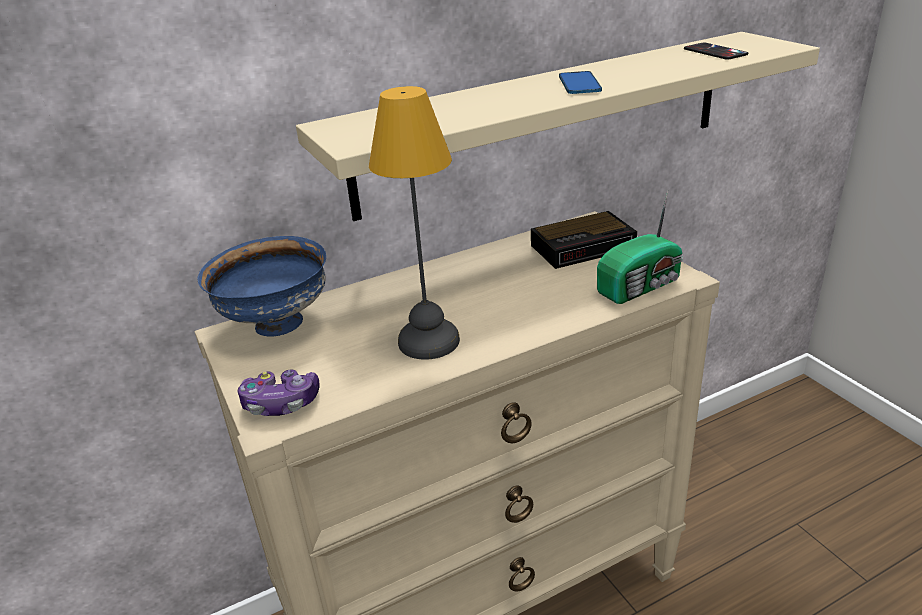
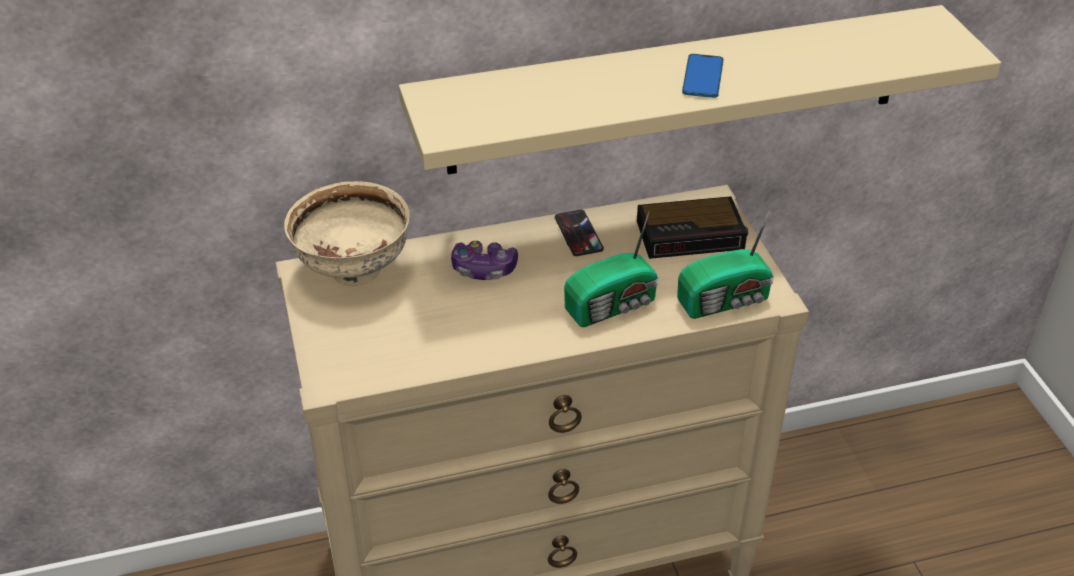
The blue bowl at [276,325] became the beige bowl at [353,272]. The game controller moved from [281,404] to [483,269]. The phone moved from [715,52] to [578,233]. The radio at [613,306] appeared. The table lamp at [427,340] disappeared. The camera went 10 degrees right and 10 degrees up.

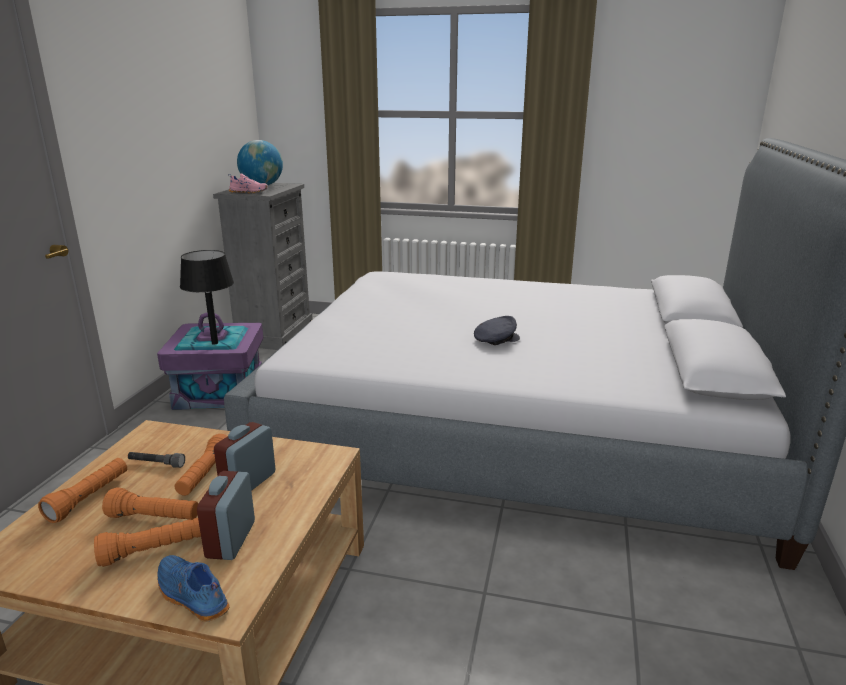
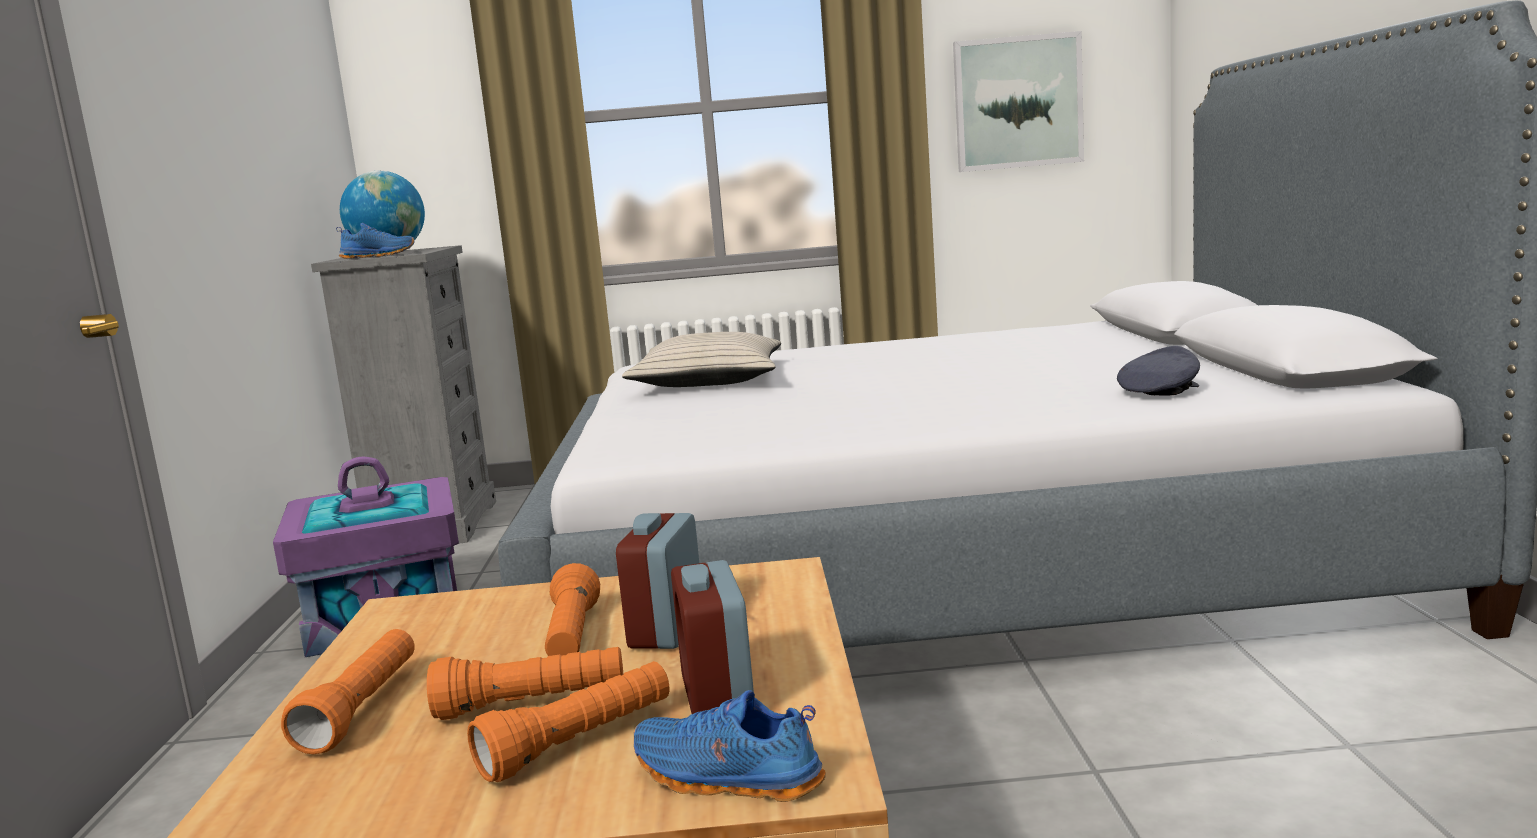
The pink shoe at [249,192] became the blue shoe at [378,256]. The beige pillow at [709,380] appeared. The picture at [1017,103] appeared. The grey cap moved from [495,339] to [1159,391]. The grey flashlight at [156,464] disappeared. The black table lamp at [214,343] disappeared. The camera went 15 degrees left and 10 degrees down.

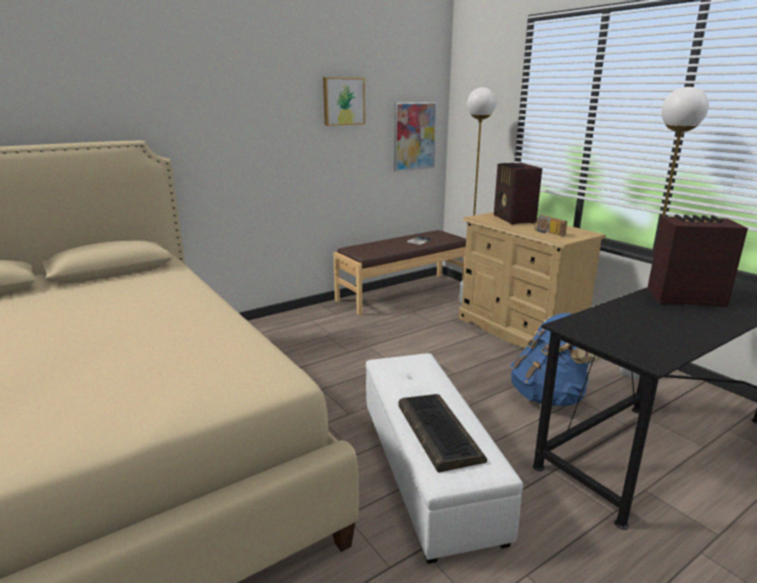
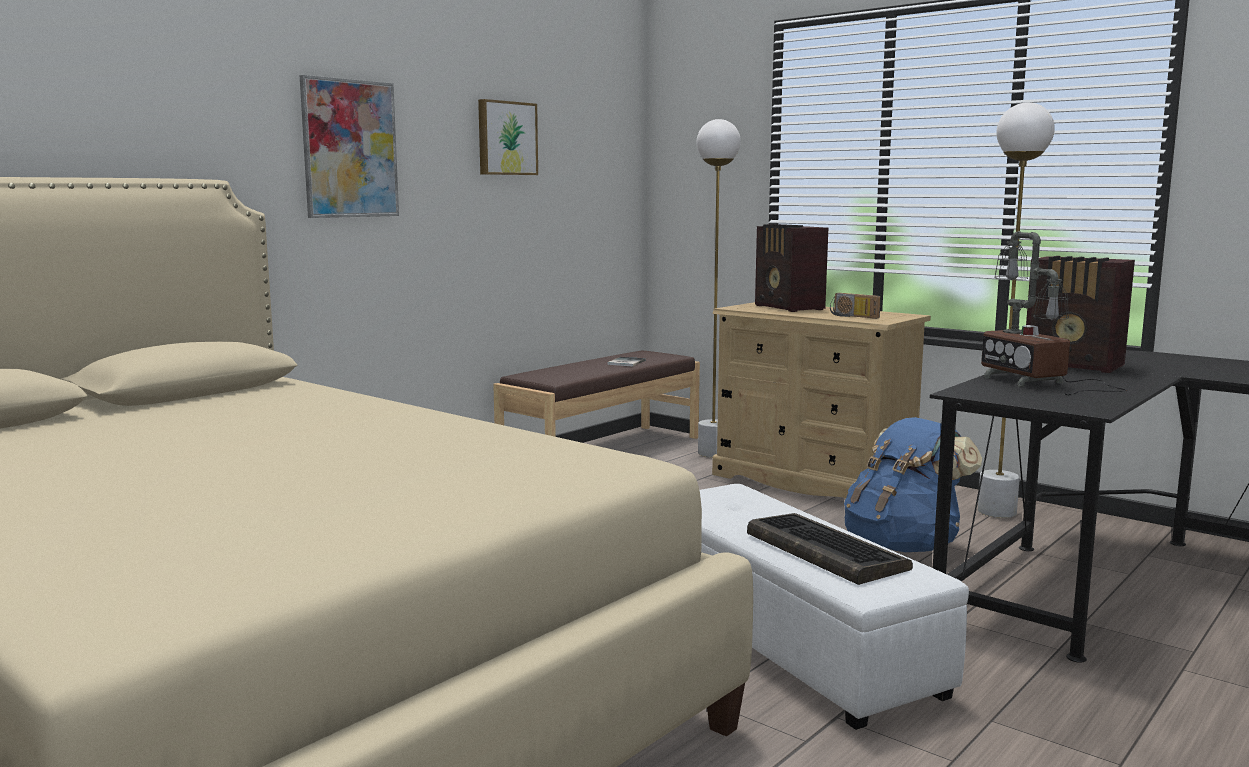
The picture moved from [414,136] to [350,149]. The table lamp at [1038,382] appeared. The radio at [683,297] turned 135 degrees counterclockwise. The camera went 15 degrees left and 10 degrees down.

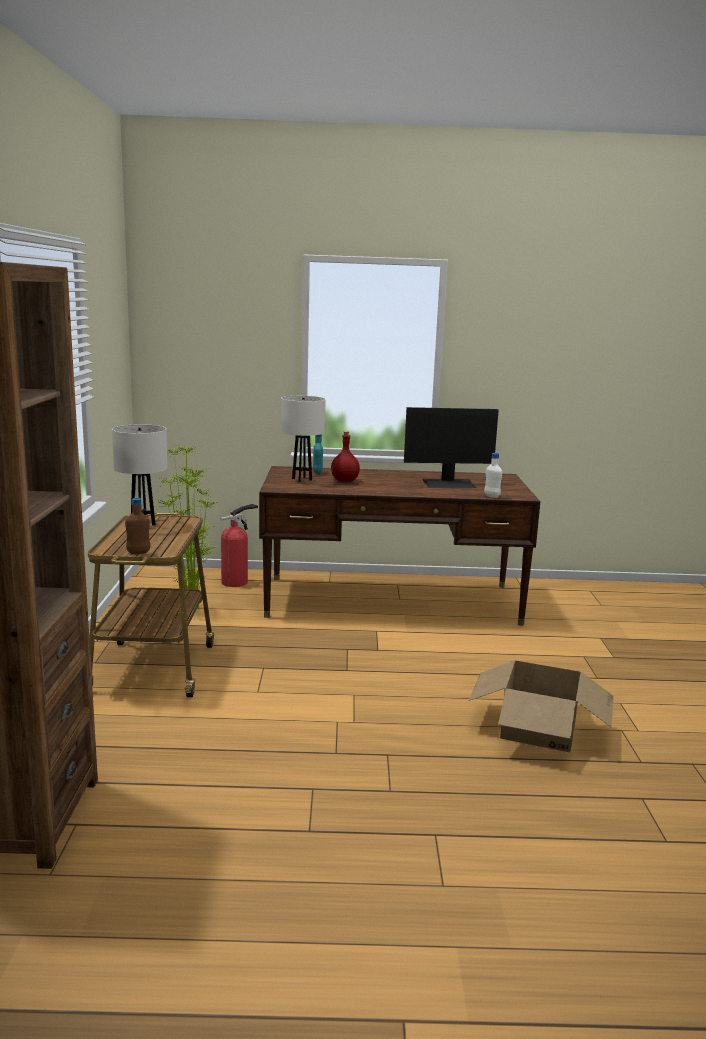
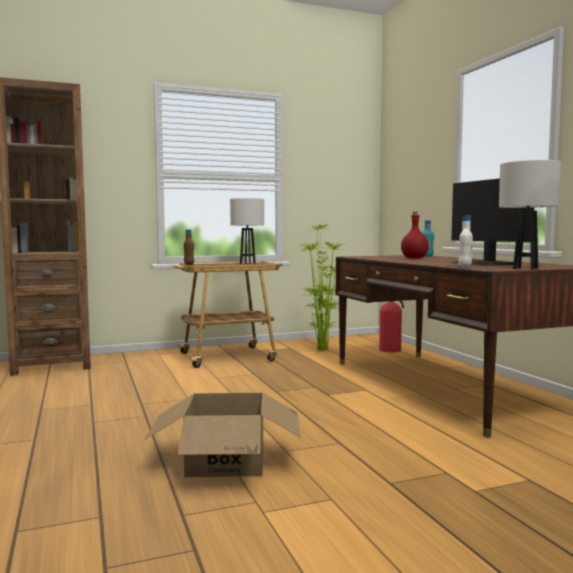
The white table lamp moved from [302,479] to [525,268]. The camera went 70 degrees right and 10 degrees down.

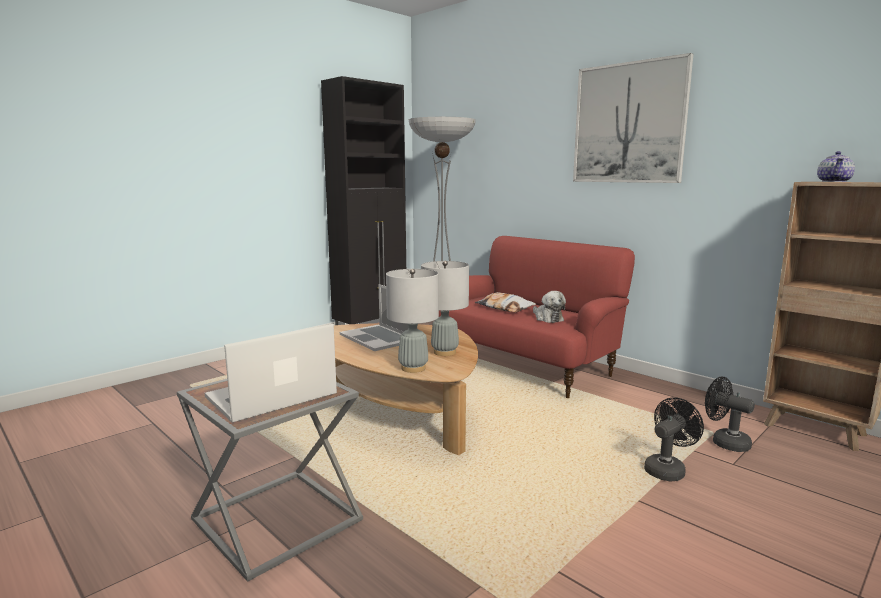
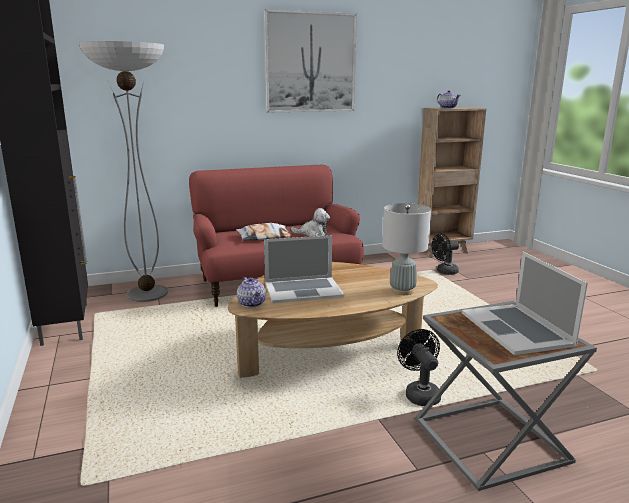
The teapot at [252,303] appeared. The black fan moved from [667,469] to [419,393]. The grey table lamp at [444,352] disappeared. The camera went 65 degrees left and 5 degrees up.

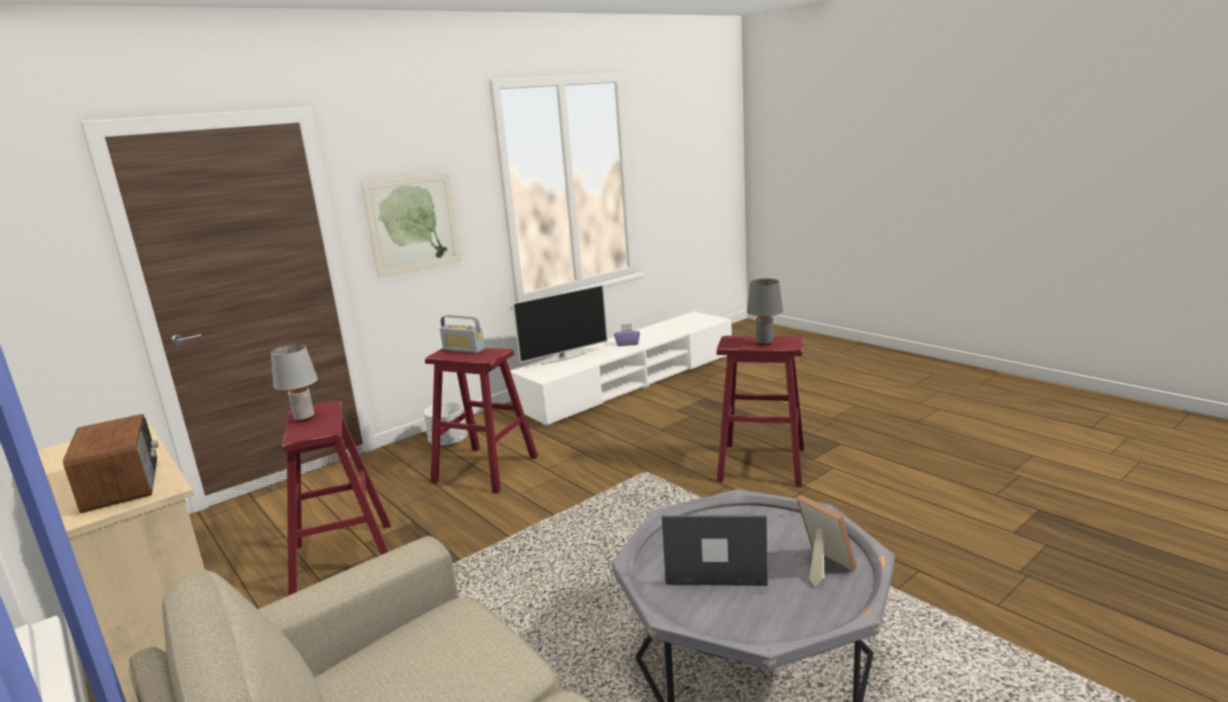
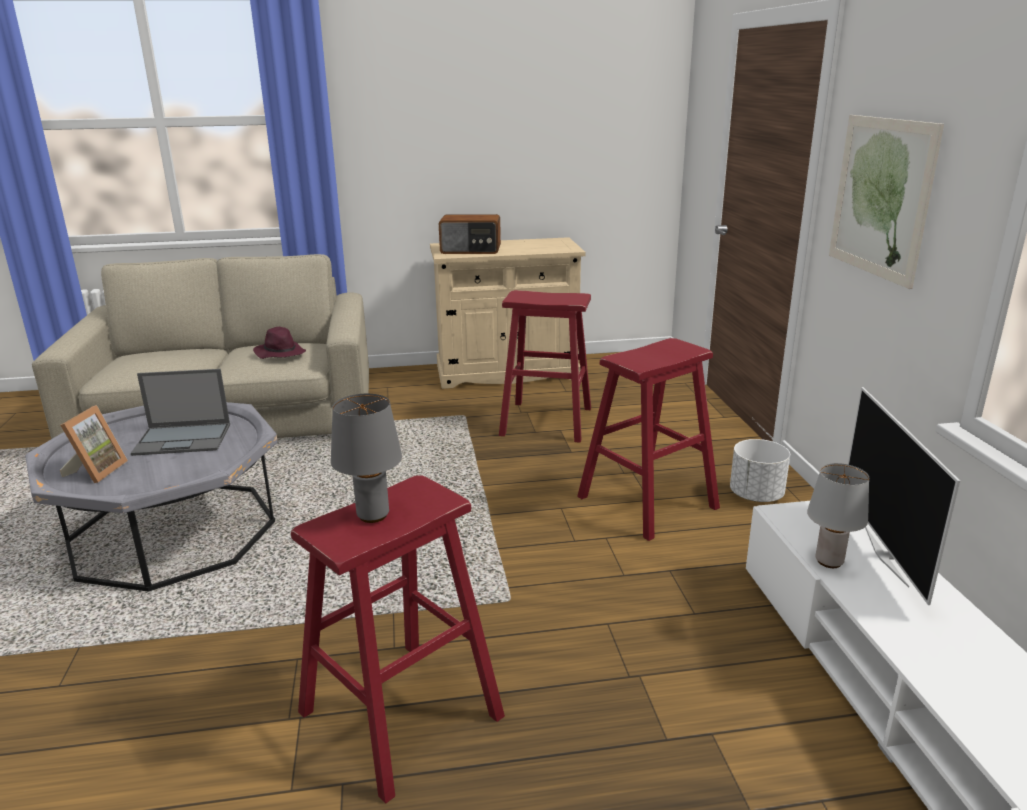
The picture frame at [821,566] turned 75 degrees counterclockwise. The laptop at [714,563] turned 45 degrees clockwise. The purple hat at [280,353] appeared. The grey table lamp moved from [304,418] to [828,561]. The radio at [464,349] disappeared. The purple tissue box at [627,343] disappeared. The camera went 120 degrees right and 5 degrees up.

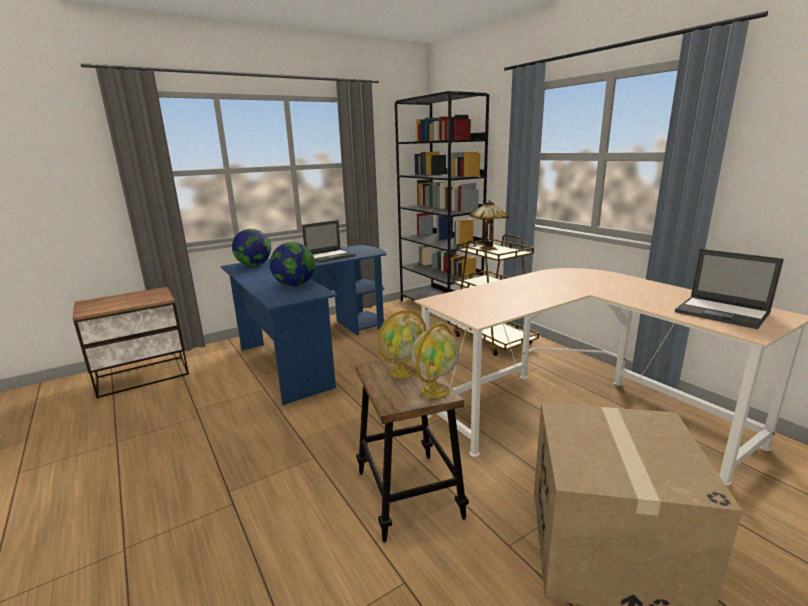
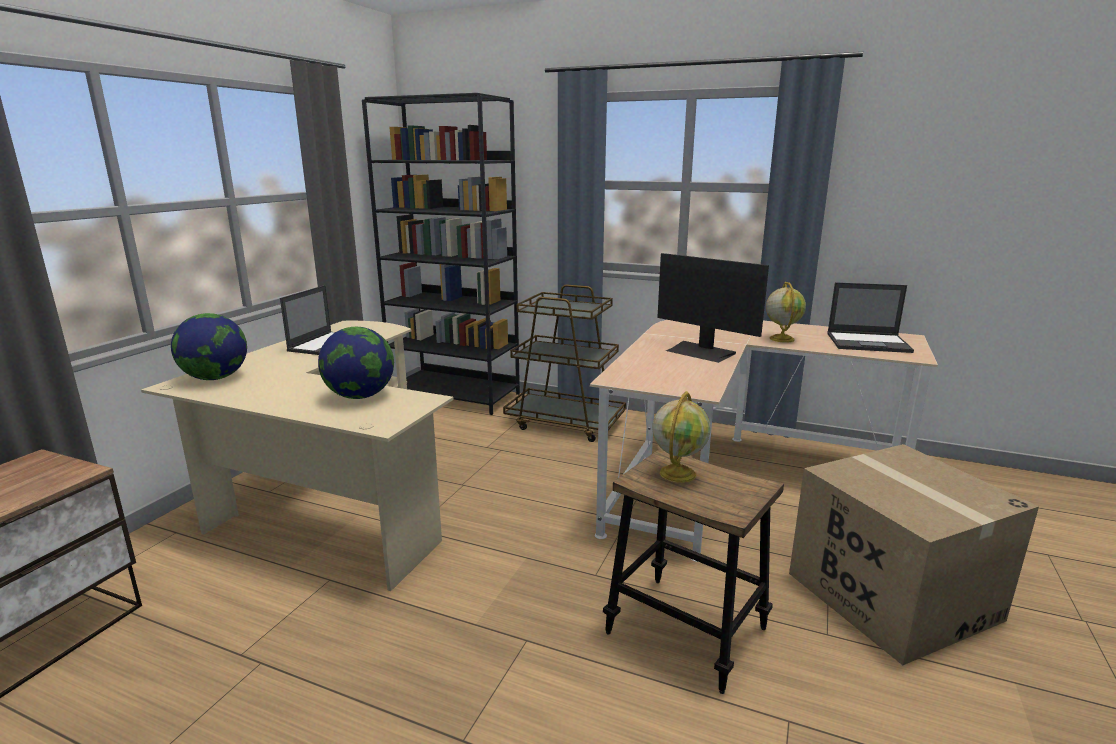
The blue desk at [310,348] became the beige desk at [329,497]. The monitor at [701,352] appeared. The globe moved from [435,390] to [781,339]. The table lamp at [487,249] disappeared. The camera went 35 degrees left and 0 degrees up.

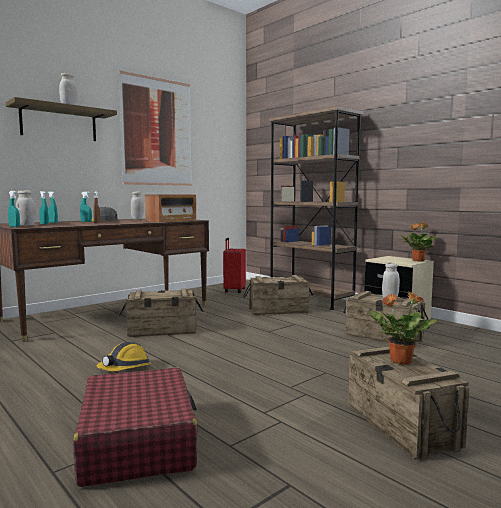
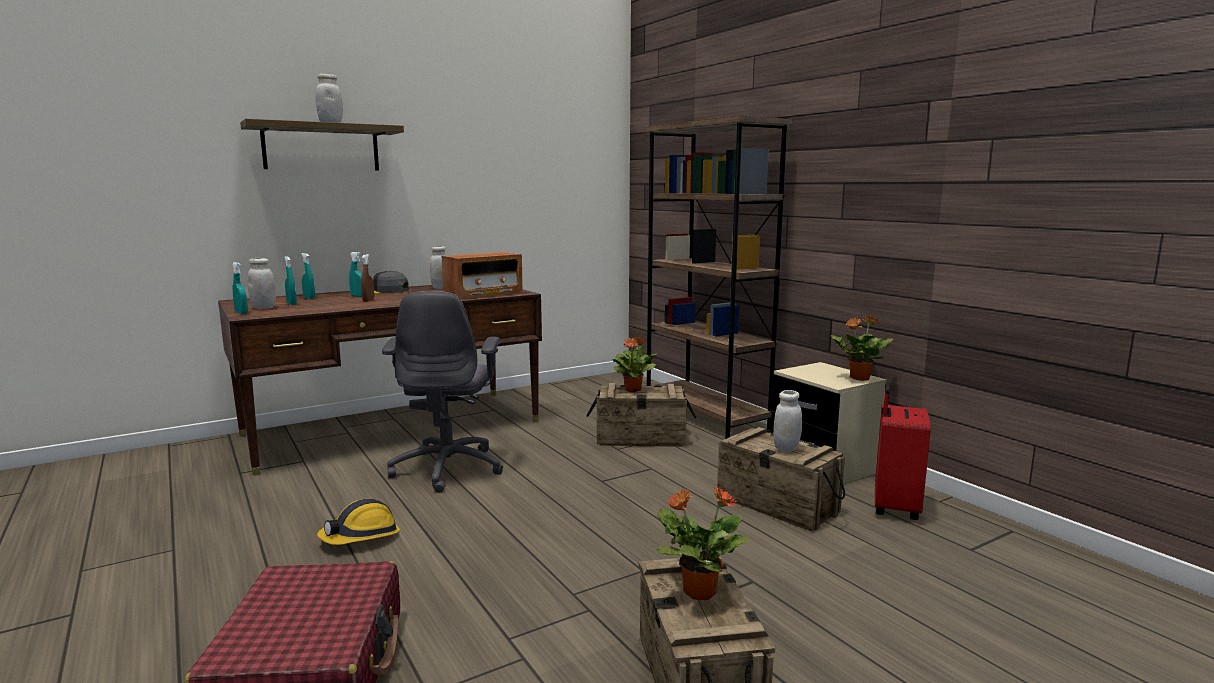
The crate at [162,330] was replaced by the grey office chair at [448,468]. The potted plant at [633,390] appeared. The red suitcase moved from [234,290] to [894,508]. The picture at [157,132] disappeared. The camera went 10 degrees right and 5 degrees up.

